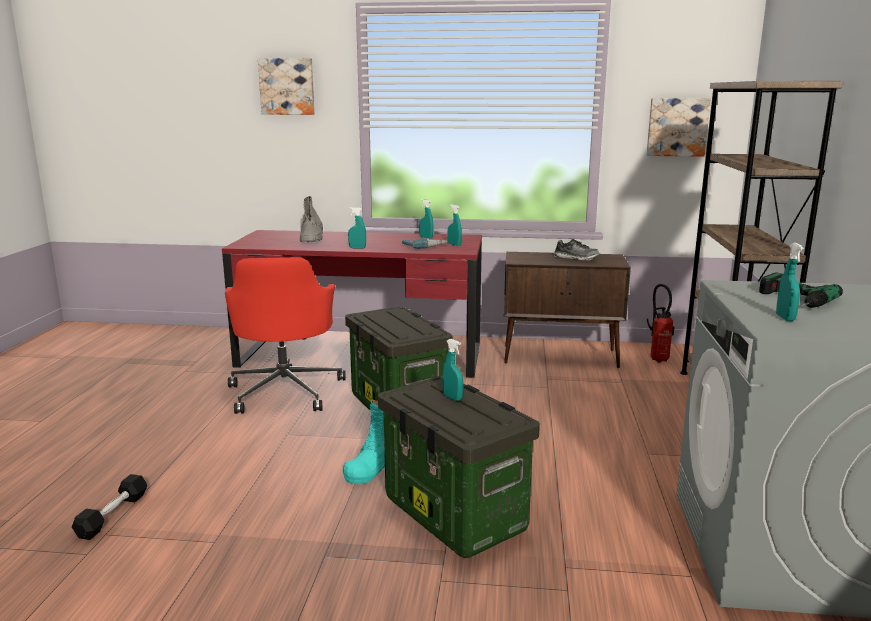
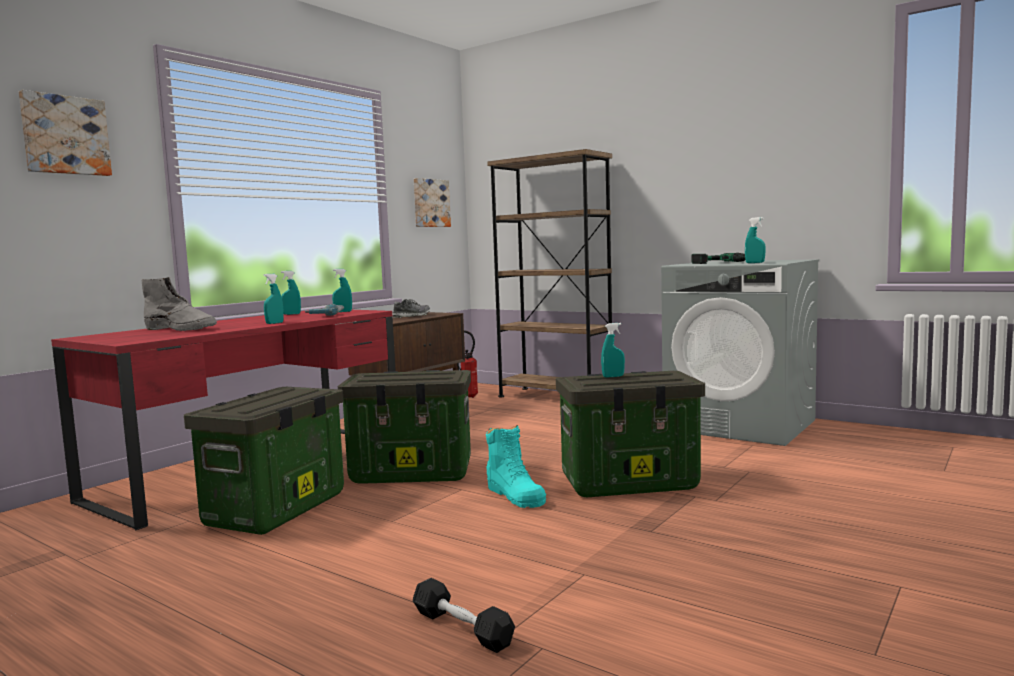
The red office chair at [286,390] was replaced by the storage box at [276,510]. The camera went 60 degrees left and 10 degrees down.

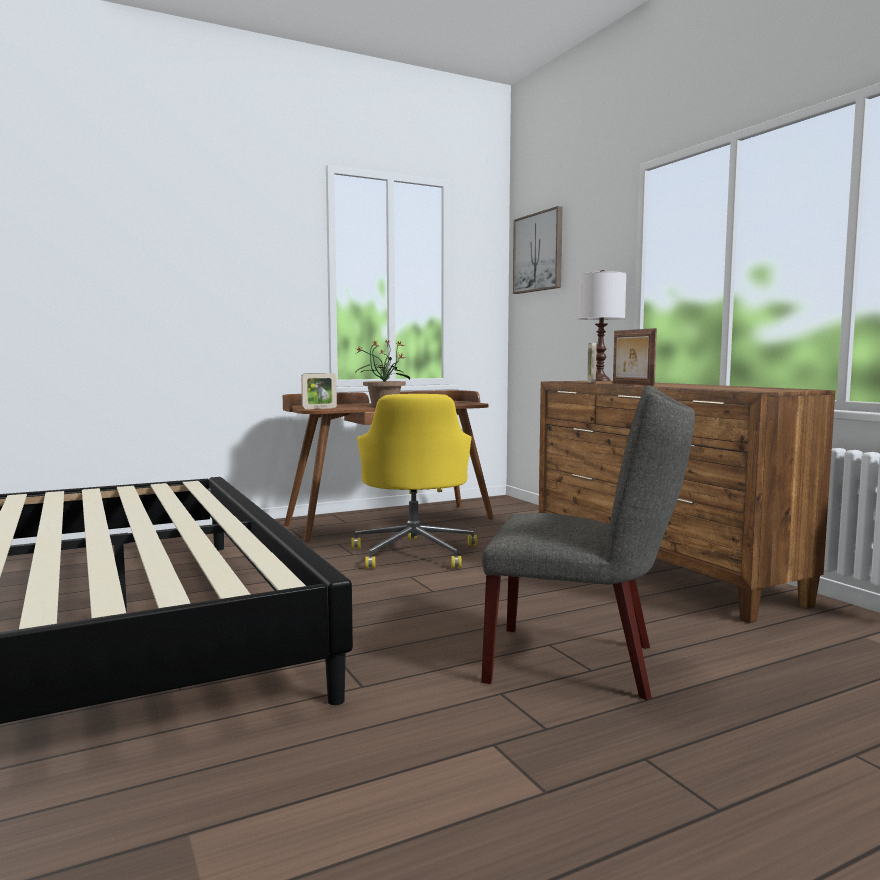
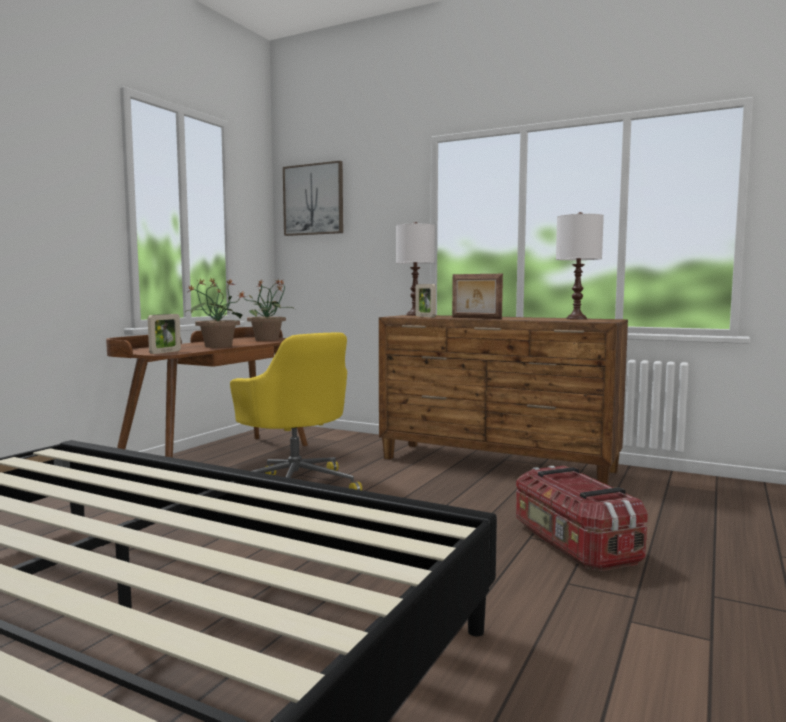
The potted plant at [268,339] appeared. The grey chair at [583,663] was replaced by the storage box at [573,544]. The white table lamp at [577,319] appeared. The camera went 35 degrees left and 0 degrees up.

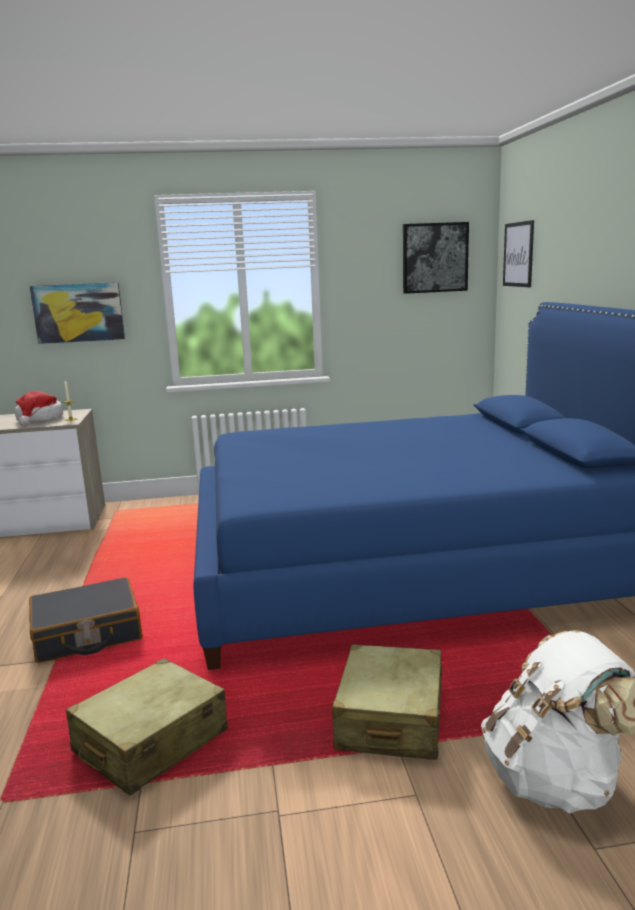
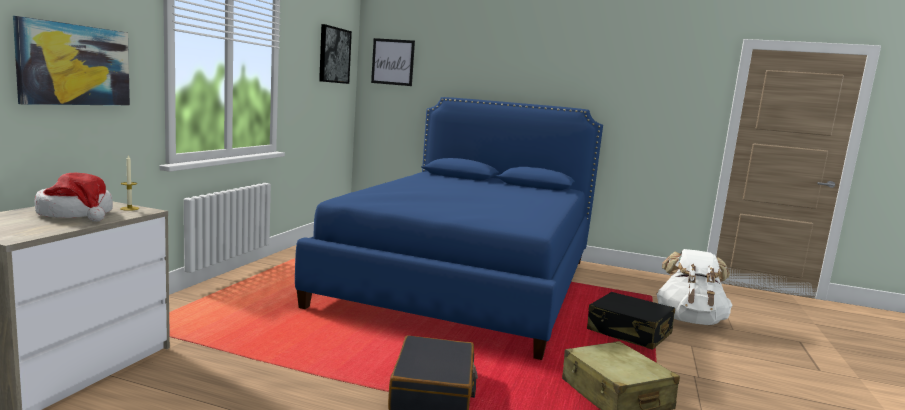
The beige suitcase at [390,719] became the black suitcase at [629,332]. The camera went 65 degrees left and 5 degrees down.

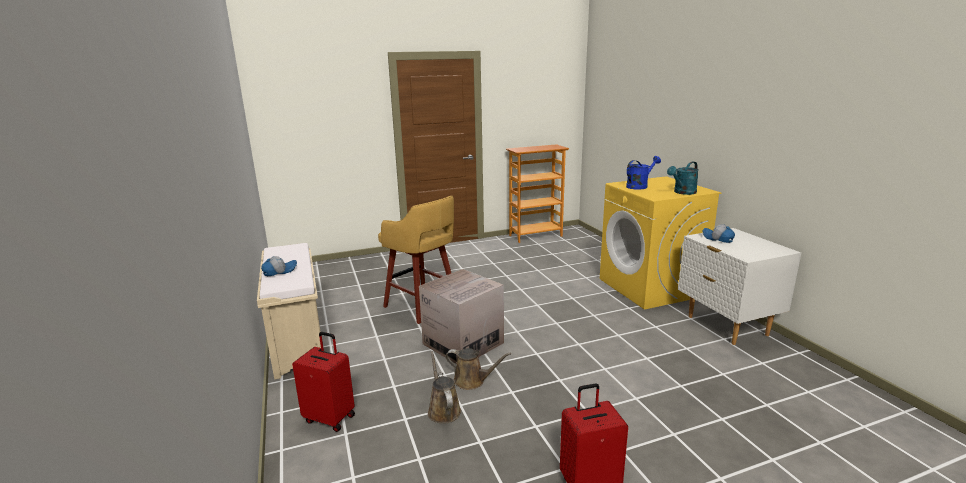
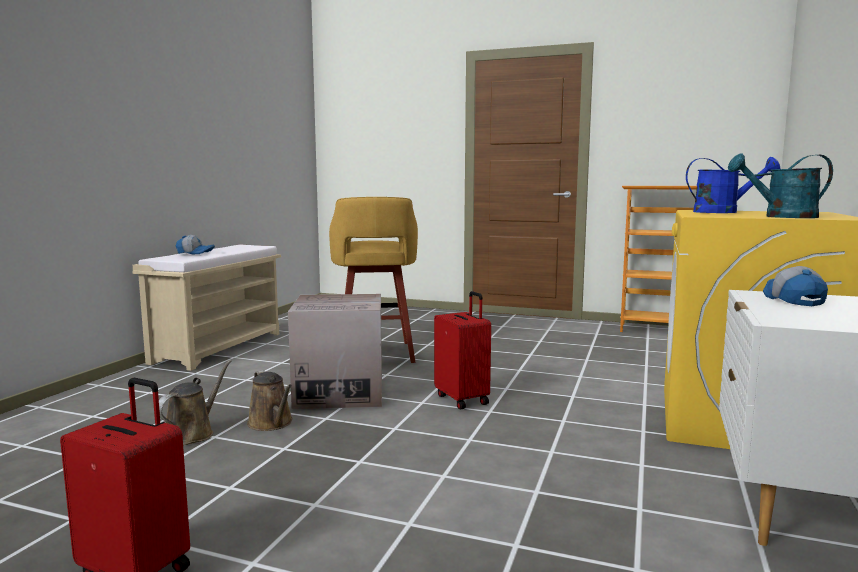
The red suitcase moved from [330,418] to [463,399]. The camera went 40 degrees right and 10 degrees down.

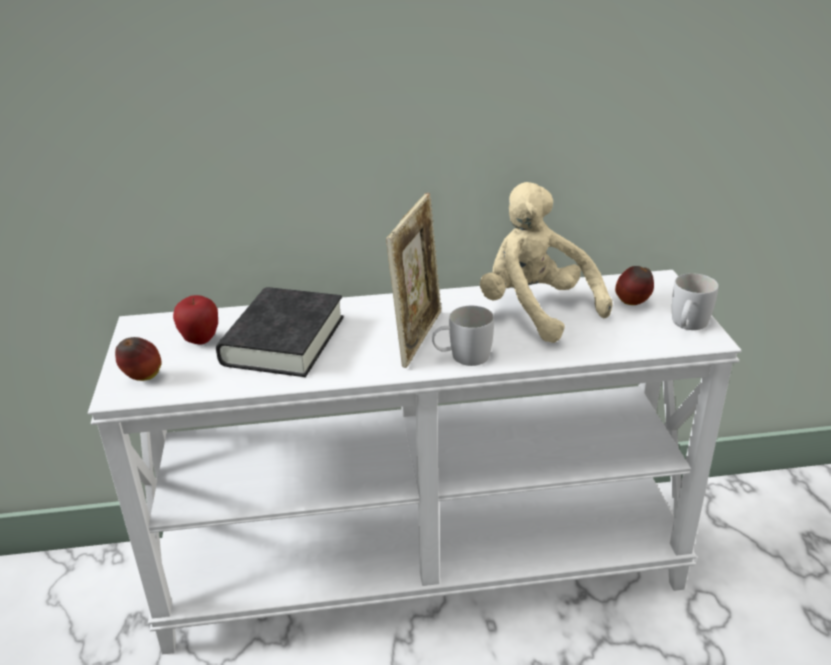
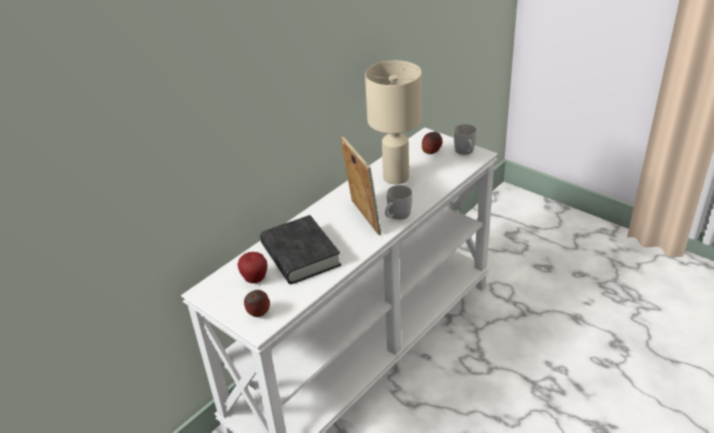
The beige plush toy at [535,310] was replaced by the beige table lamp at [395,177]. The camera went 40 degrees left and 5 degrees up.

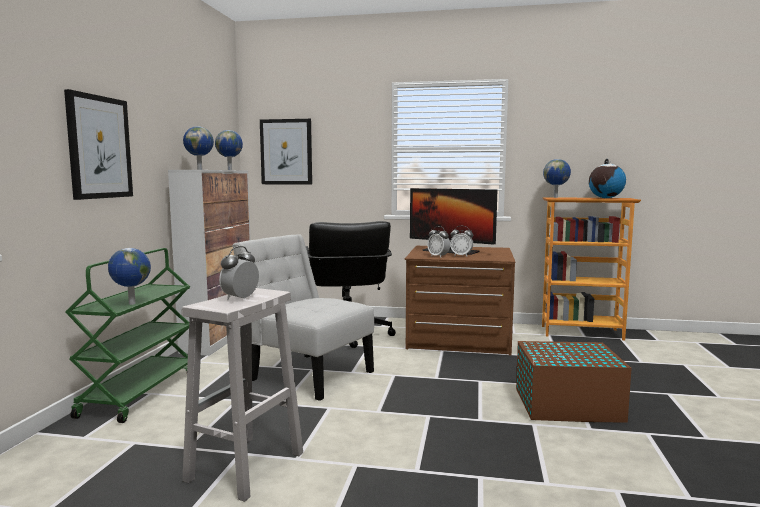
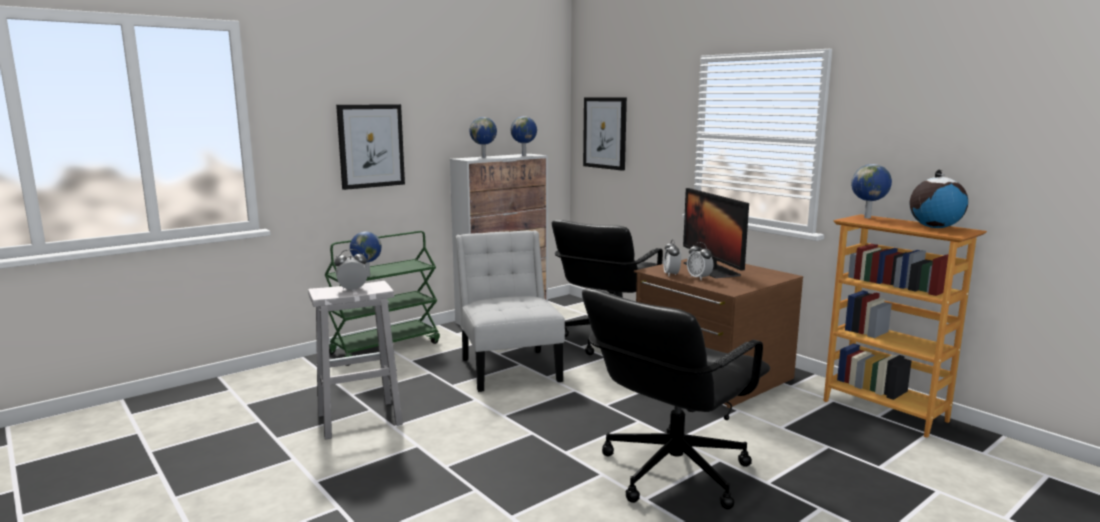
The brown storage box at [565,404] was replaced by the black office chair at [672,471]. The camera went 40 degrees right and 5 degrees up.

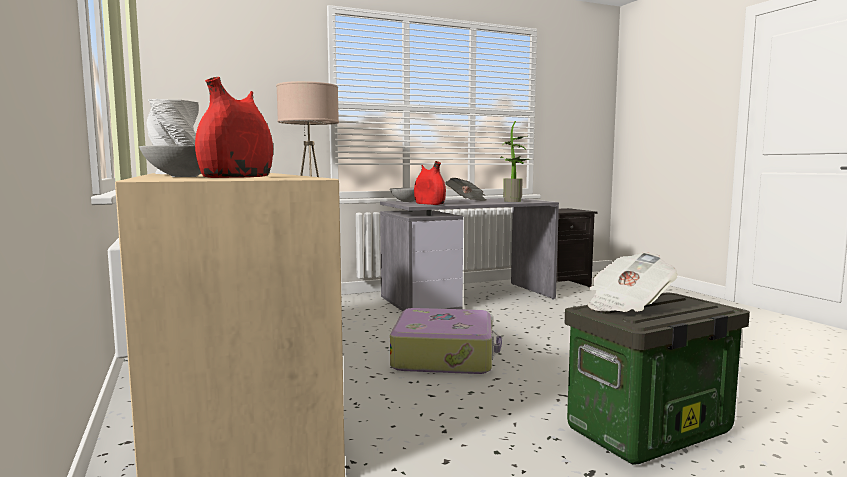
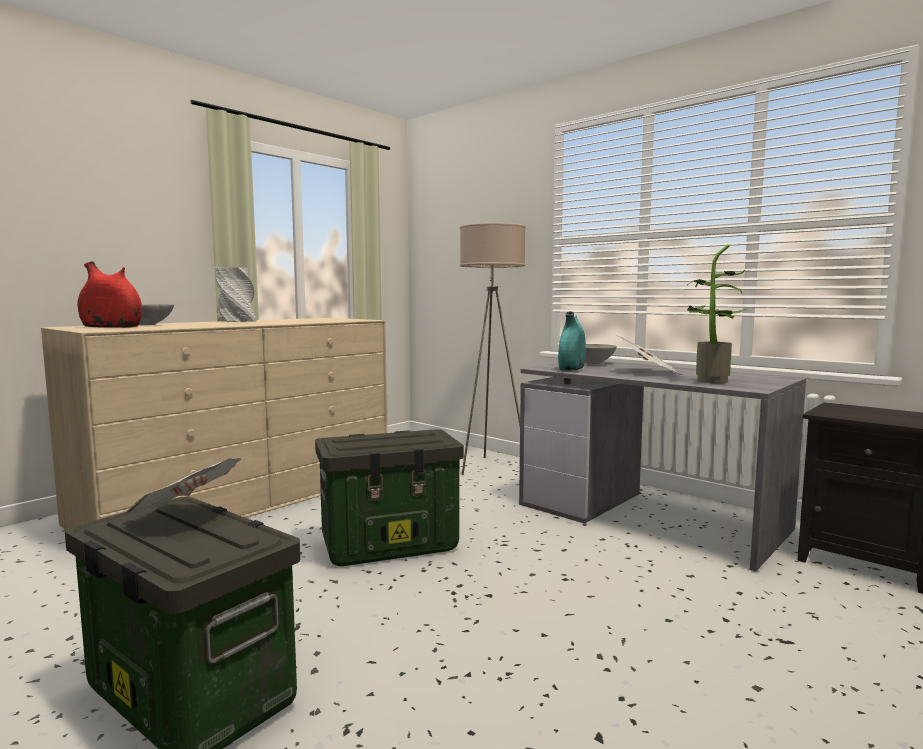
The suitcase at [445,356] was replaced by the storage box at [391,545]. The red vase at [429,204] became the turquoise vase at [571,369]. The camera went 65 degrees right and 0 degrees up.

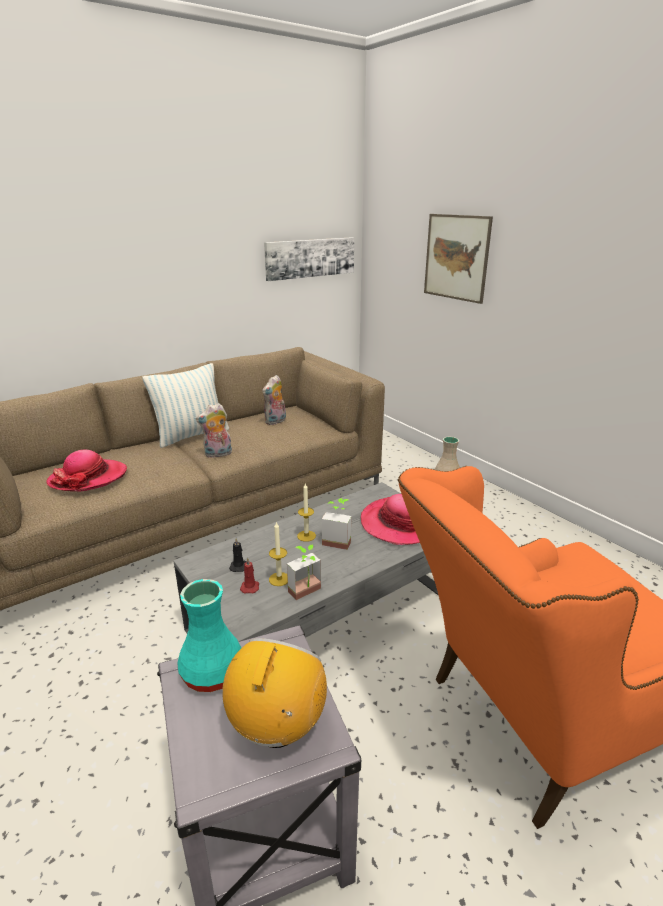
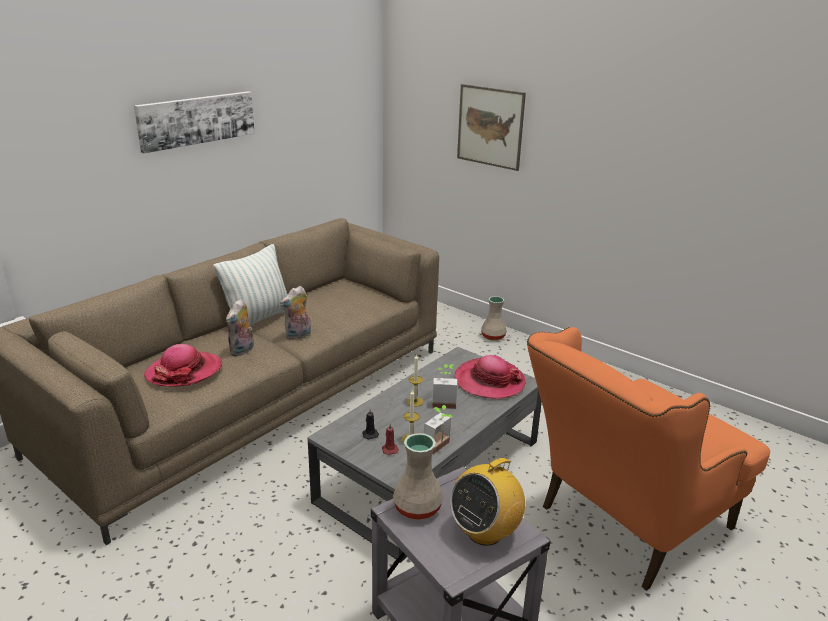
The picture moved from [310,258] to [197,120]. The plush toy moved from [276,421] to [242,351]. The turquoise vase at [211,672] became the beige vase at [416,507]. The radio at [277,727] turned 135 degrees counterclockwise. The camera went 15 degrees left and 0 degrees up.

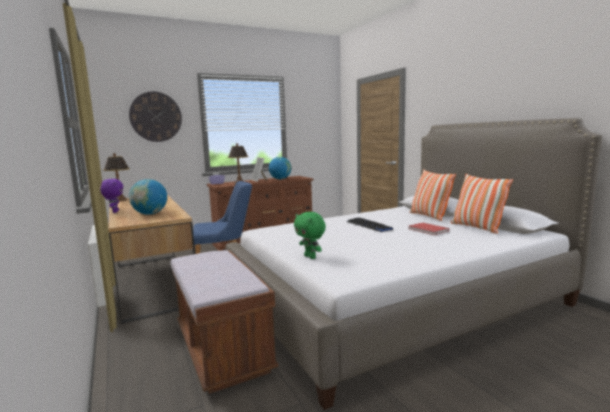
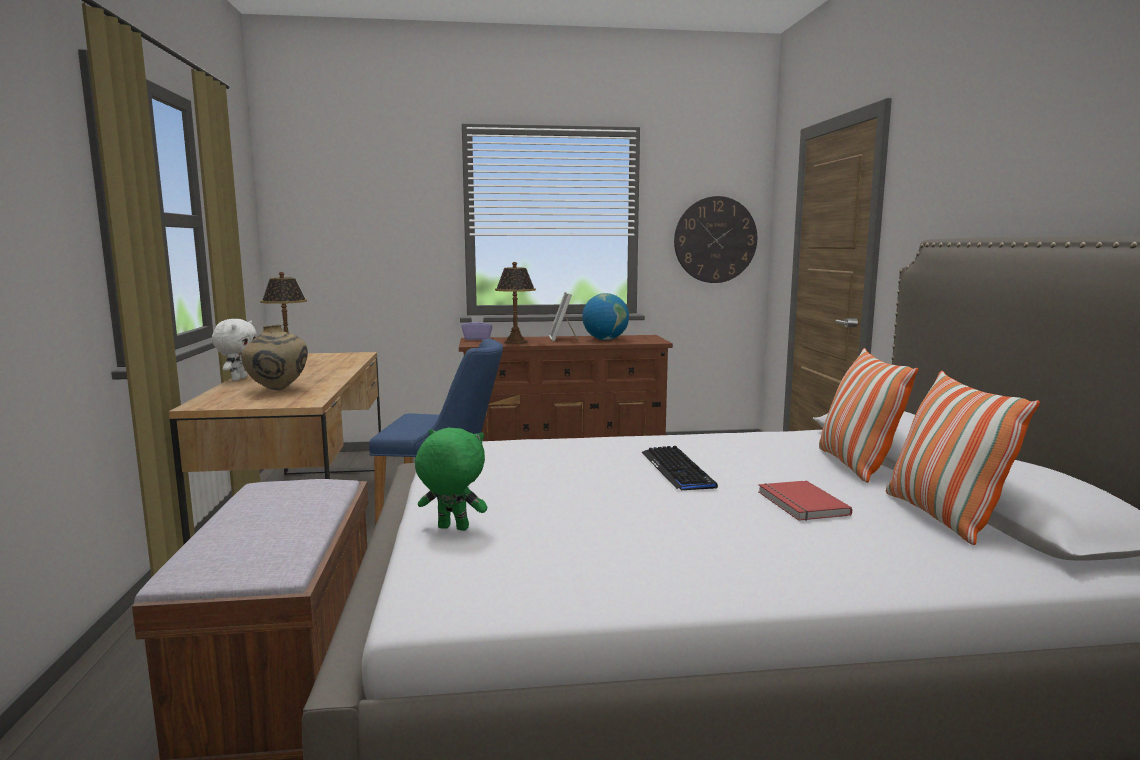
The purple plush toy at [115,212] became the white plush toy at [238,379]. The globe at [150,214] was replaced by the beige vase at [277,390]. The green plush toy at [310,257] turned 120 degrees clockwise. The wall clock moved from [156,117] to [715,240]. The camera went 20 degrees right and 0 degrees up.

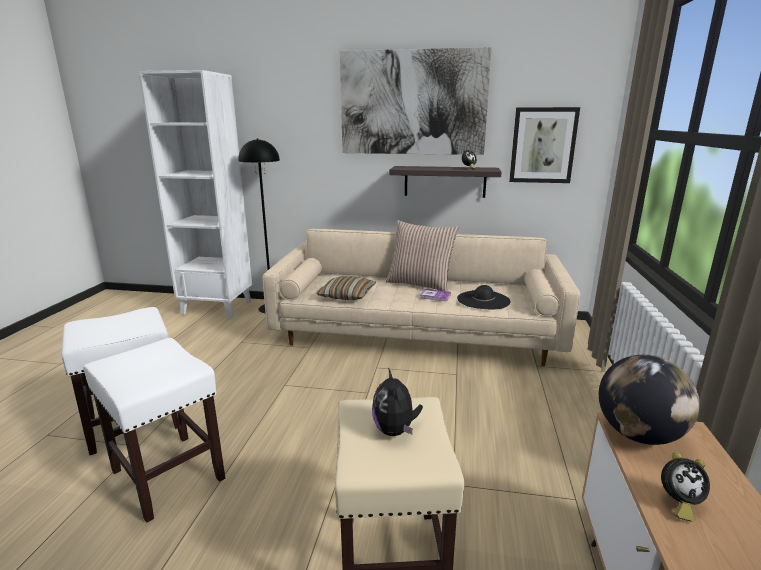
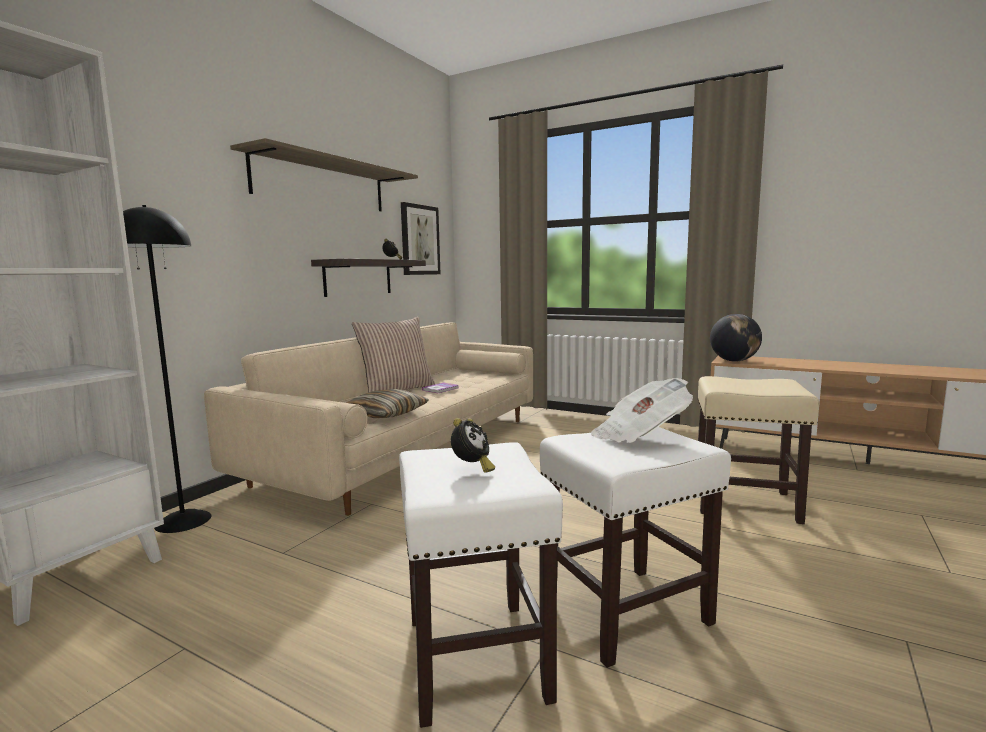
The picture at [413,103] was replaced by the shelf at [322,184]. The alarm clock moved from [678,503] to [472,468]. The newspaper at [639,435] appeared. The plush toy at [395,430] disappeared. The black hat at [483,300] disappeared. The camera went 70 degrees left and 10 degrees down.

